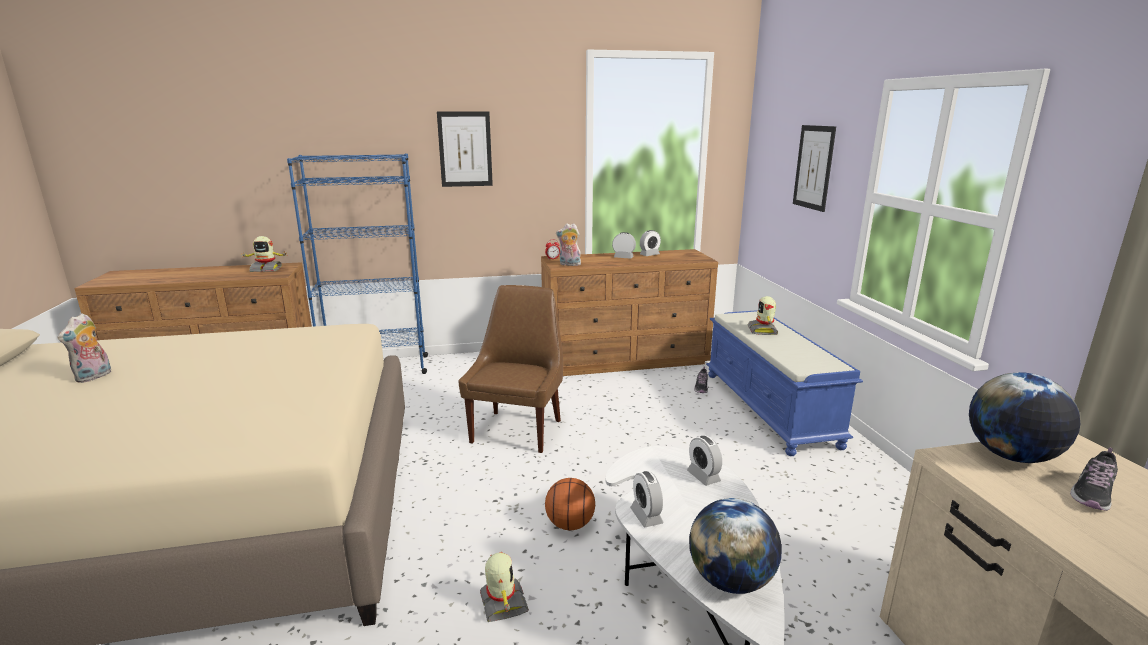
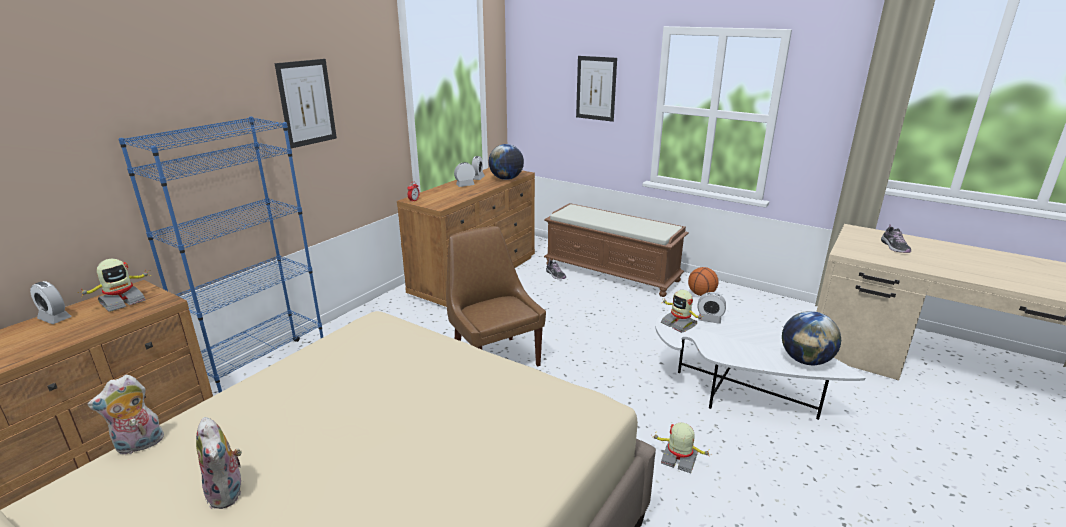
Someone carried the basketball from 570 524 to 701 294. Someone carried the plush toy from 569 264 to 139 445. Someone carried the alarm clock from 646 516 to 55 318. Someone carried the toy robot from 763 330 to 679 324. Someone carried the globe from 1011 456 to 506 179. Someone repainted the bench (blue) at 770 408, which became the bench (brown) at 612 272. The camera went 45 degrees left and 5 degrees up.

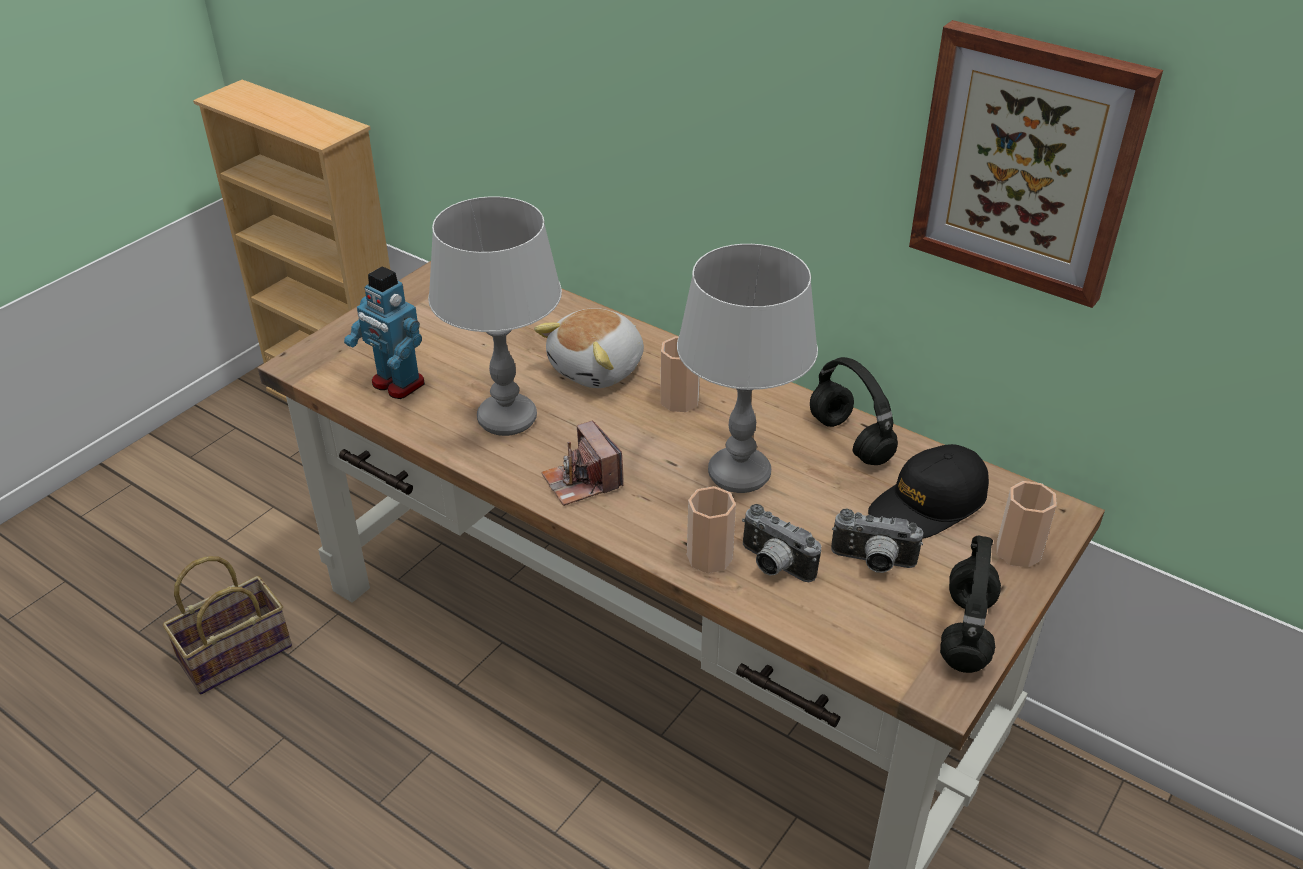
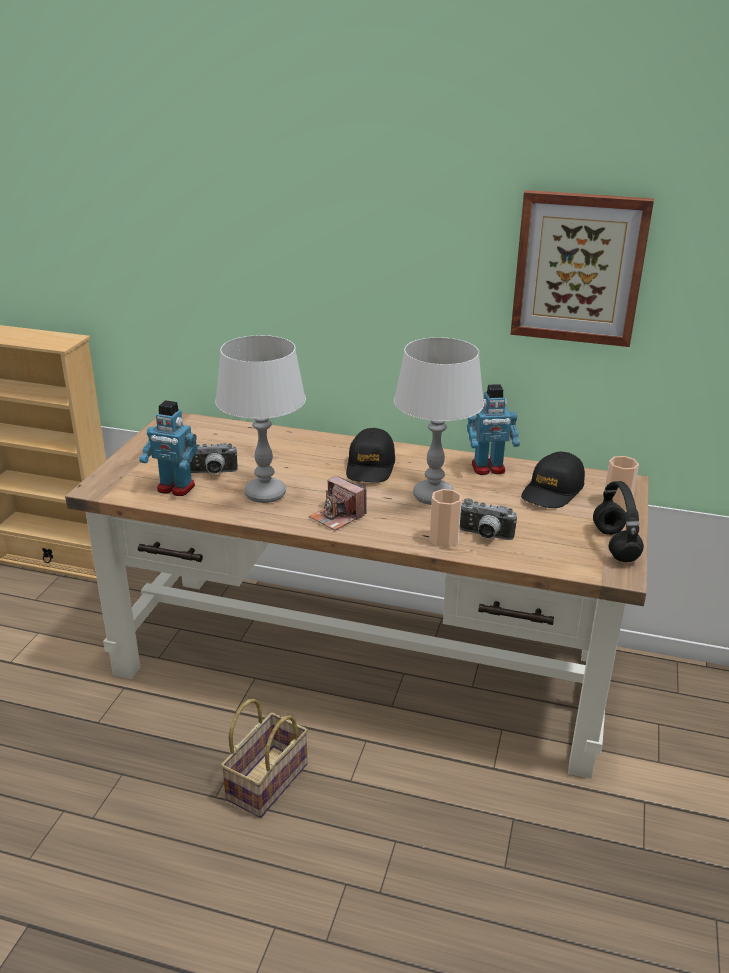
Someone took away the plush toy at 598 369. Someone carried the basket from 237 652 to 267 779. Someone carried the photo camera from 872 563 to 212 473. Someone swapped the cup at 679 400 for the cap (black) at 370 466. Someone swapped the headphones (black) at 852 441 for the toy robot at 488 468. The camera went 20 degrees left and 10 degrees down.

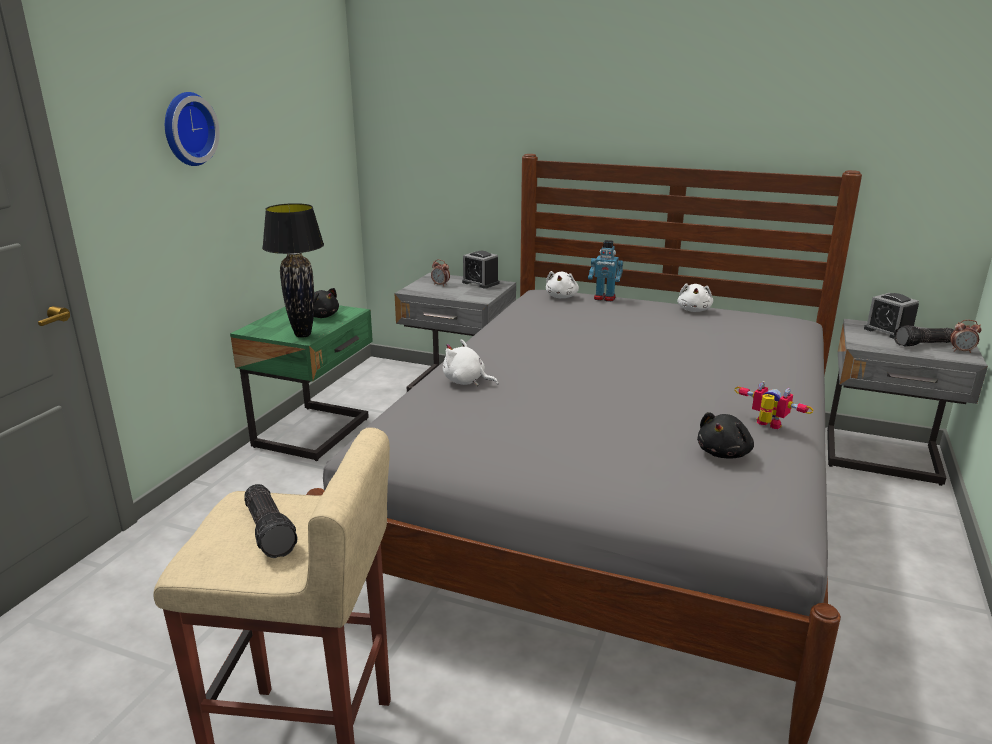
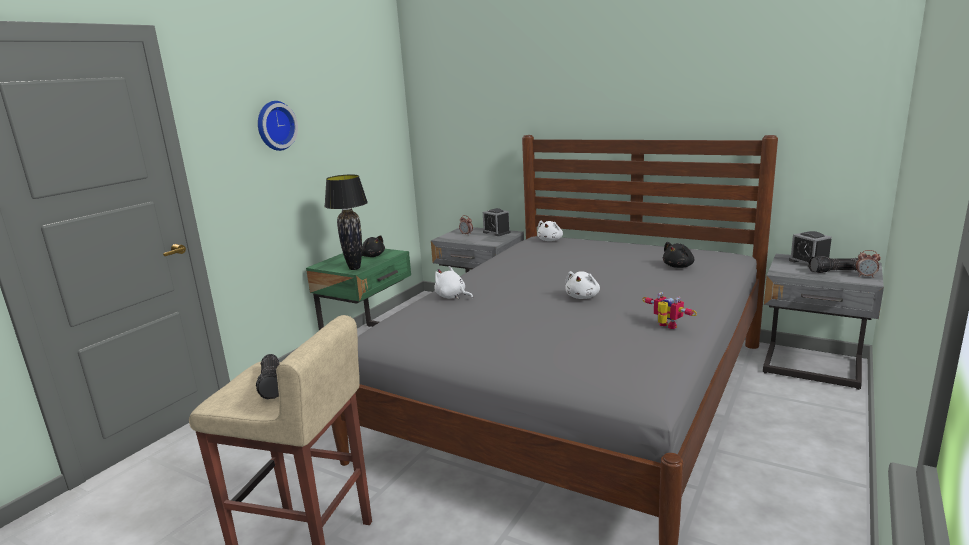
Someone took away the toy robot at 604 298. Someone carried the plush toy (white) from 694 310 to 583 297. Someone carried the plush toy (black) from 724 453 to 679 266. The camera went 10 degrees right and 5 degrees down.

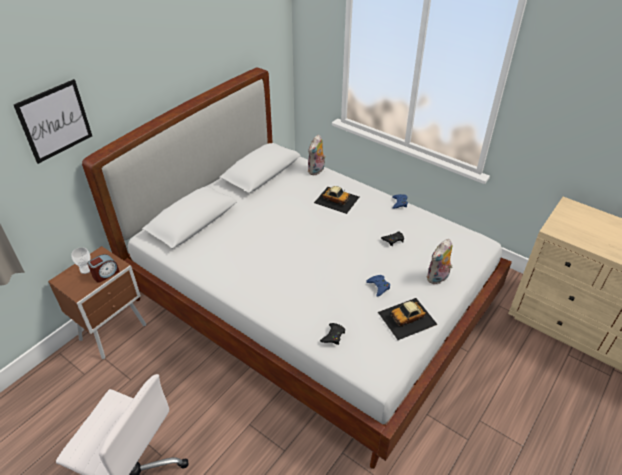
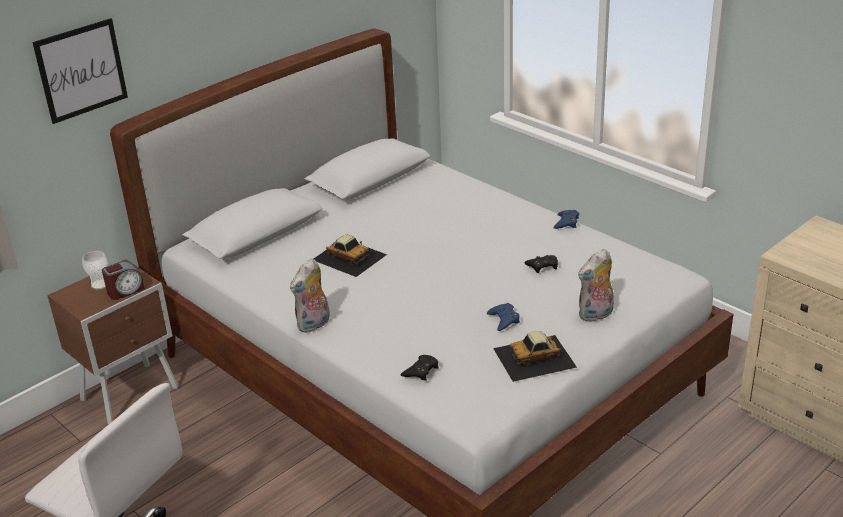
Someone carried the plush toy from 316 171 to 314 325. Someone carried the toy car from 336 199 to 349 256. The camera went 10 degrees right and 10 degrees down.

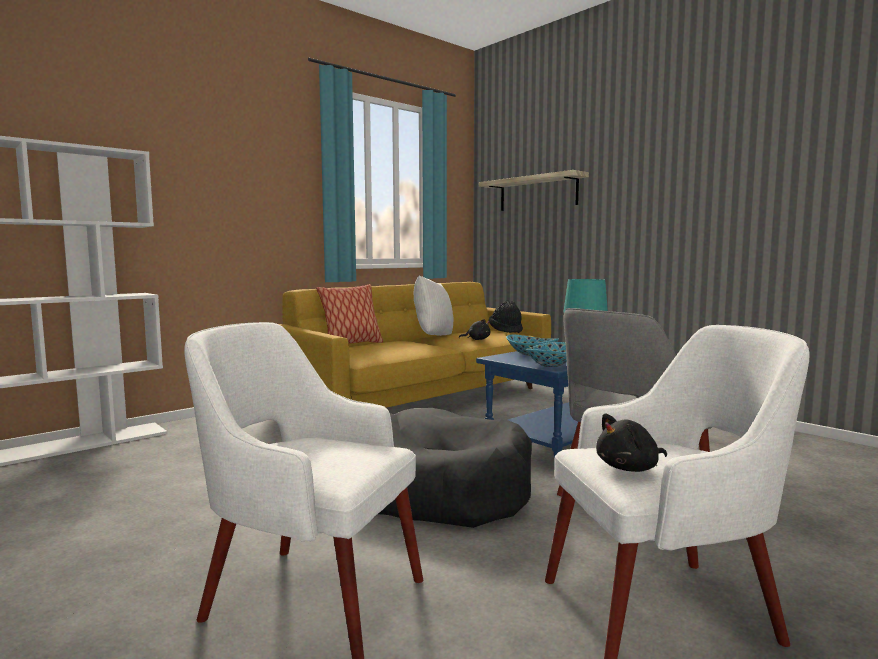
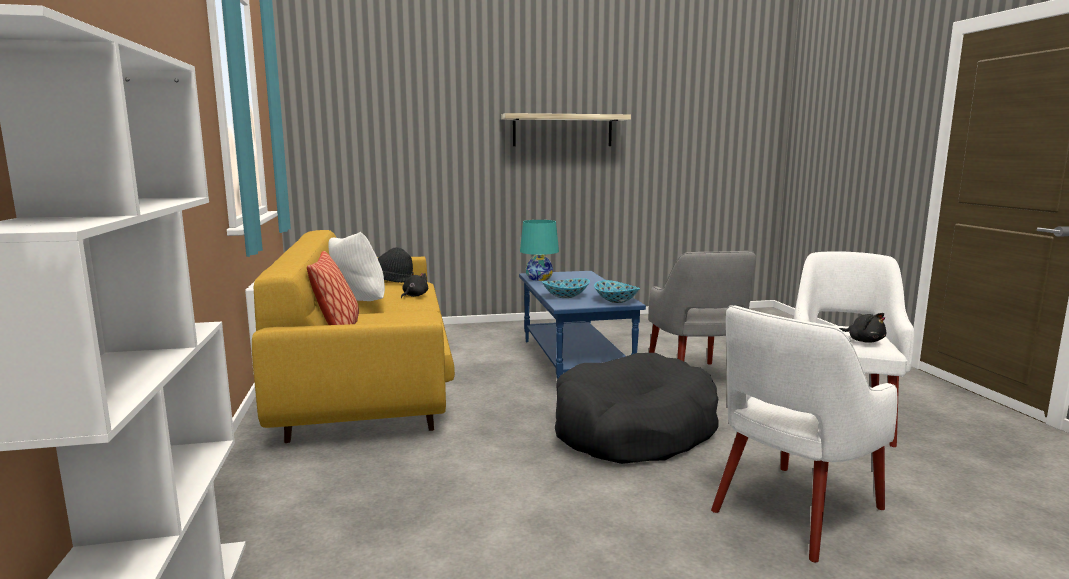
Someone carried the shelf from 537 193 to 562 130. Someone rotated the plush toy (black) at 630 468 by 45 degrees counterclockwise. The camera went 60 degrees left and 5 degrees up.

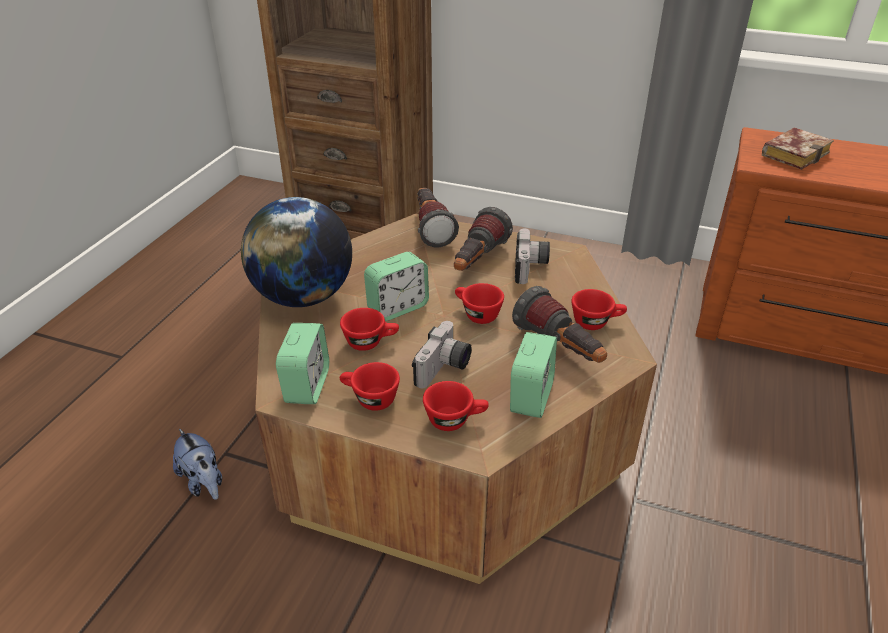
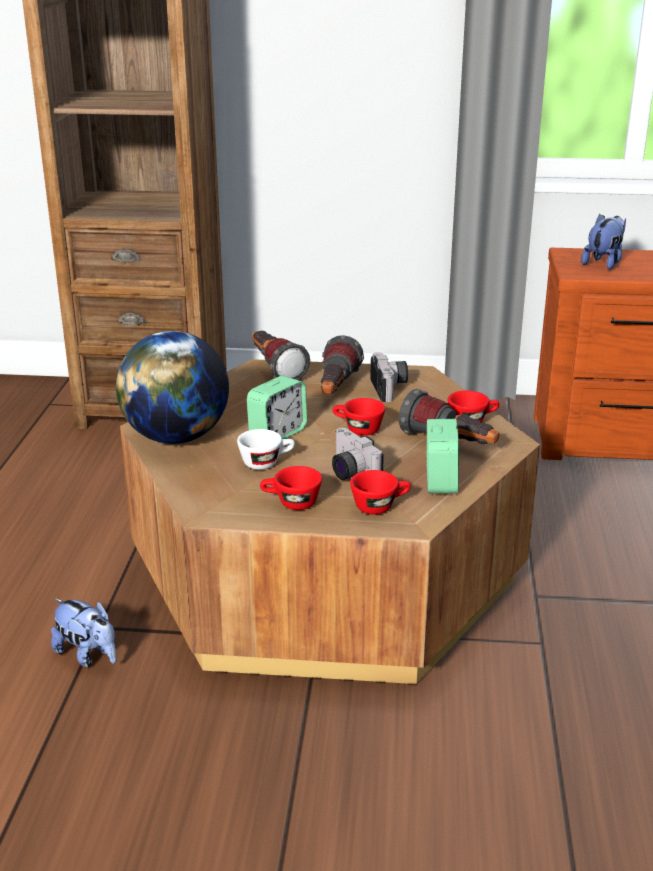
Someone took away the alarm clock at 307 386. Someone swapped the book at 794 153 for the plush toy at 603 263. Someone repainted the cup (red) at 370 342, which became the cup (white) at 266 462. Someone rotated the photo camera at 444 369 by 135 degrees clockwise. The camera went 15 degrees left and 10 degrees down.

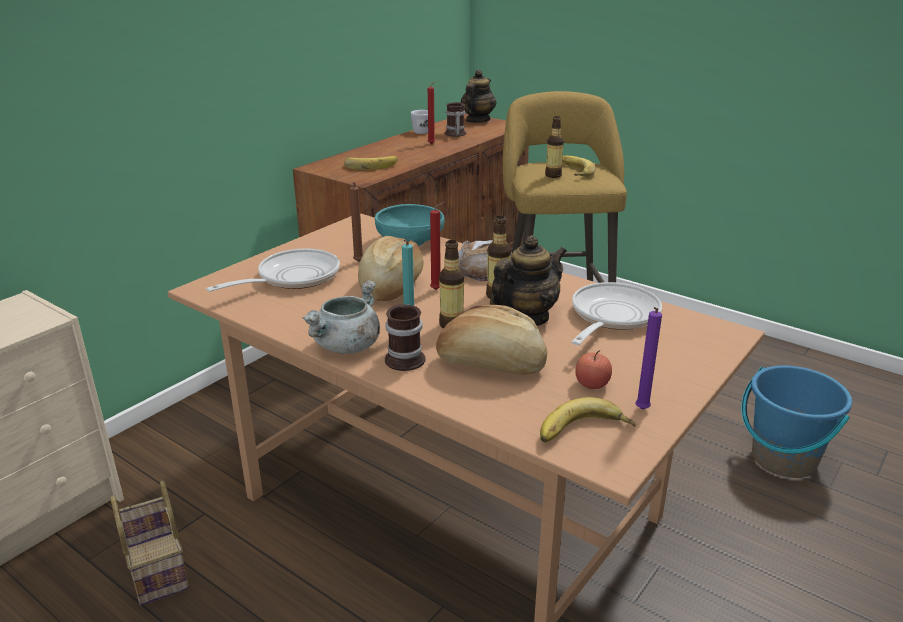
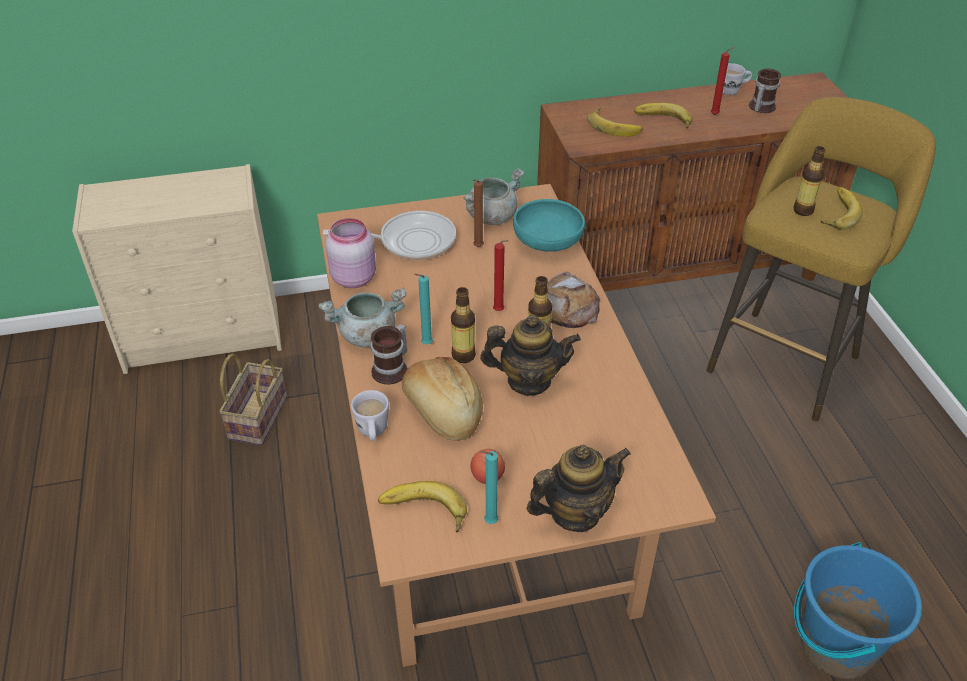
Someone took away the bread at 390 286. Someone took away the frying pan at 611 317. Someone put down the jar (pink) at 354 277. Someone put down the mug (white) at 373 433. Someone put down the cooking pot (grey) at 491 216. Someone put down the banana at 662 121. Someone carried the teapot from 477 120 to 575 512. Someone repainted the candle (purple) at 641 410, which became the candle (turquoise) at 489 522. The camera went 40 degrees right and 15 degrees up.

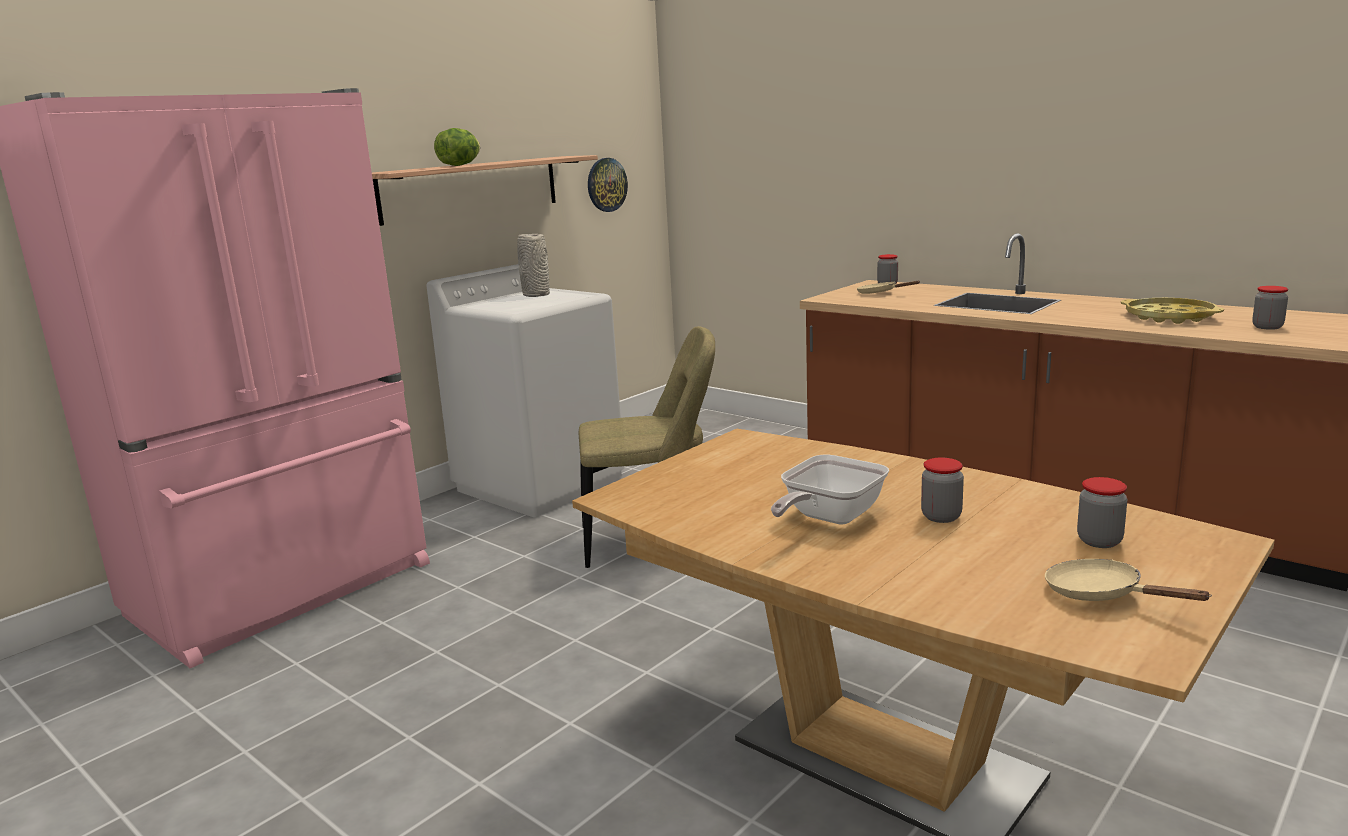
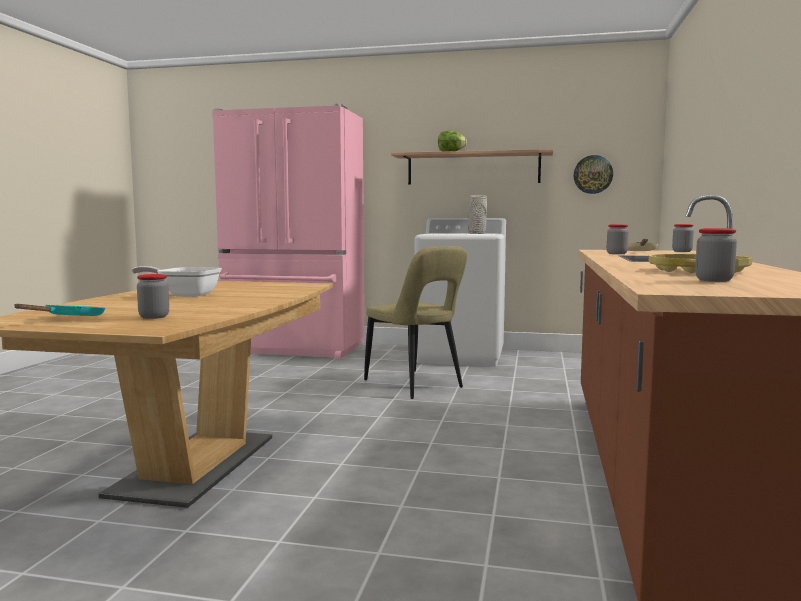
Someone carried the jar from 941 517 to 616 253. Someone repainted the frying pan (beige) at 1102 595, which became the frying pan (turquoise) at 71 318. The camera went 60 degrees right and 10 degrees down.

